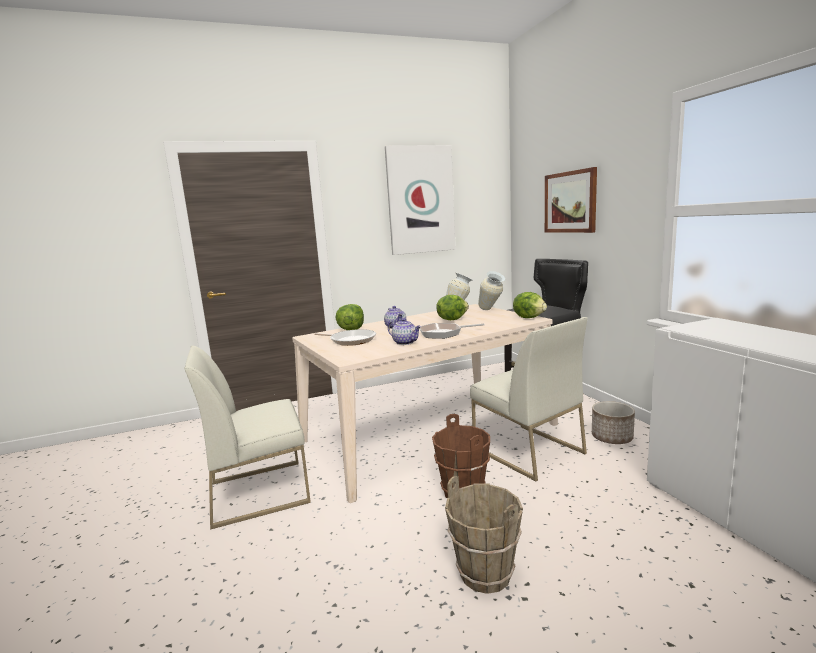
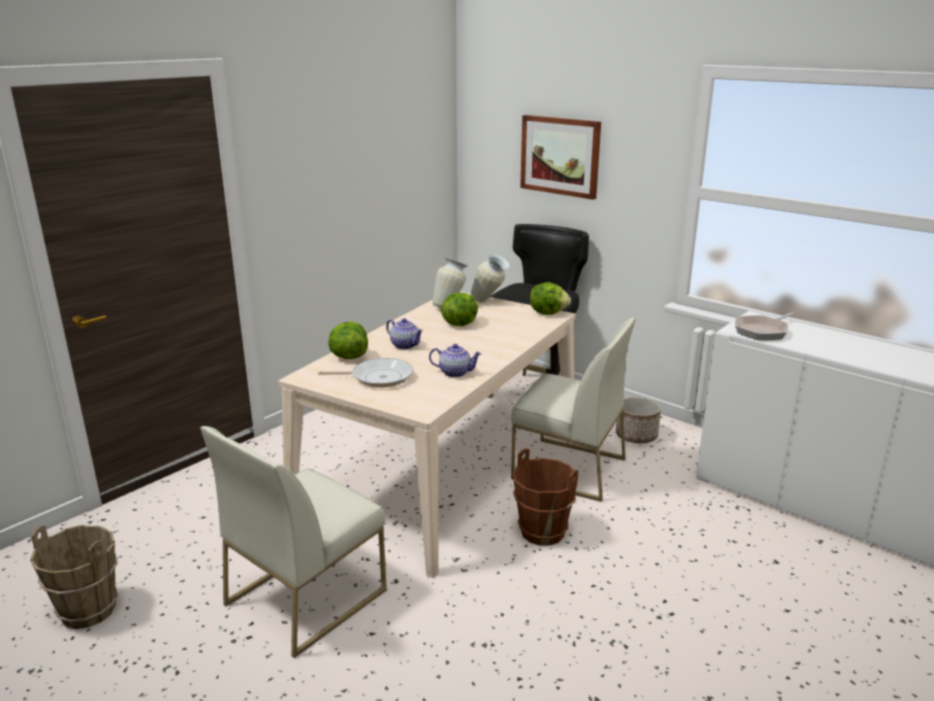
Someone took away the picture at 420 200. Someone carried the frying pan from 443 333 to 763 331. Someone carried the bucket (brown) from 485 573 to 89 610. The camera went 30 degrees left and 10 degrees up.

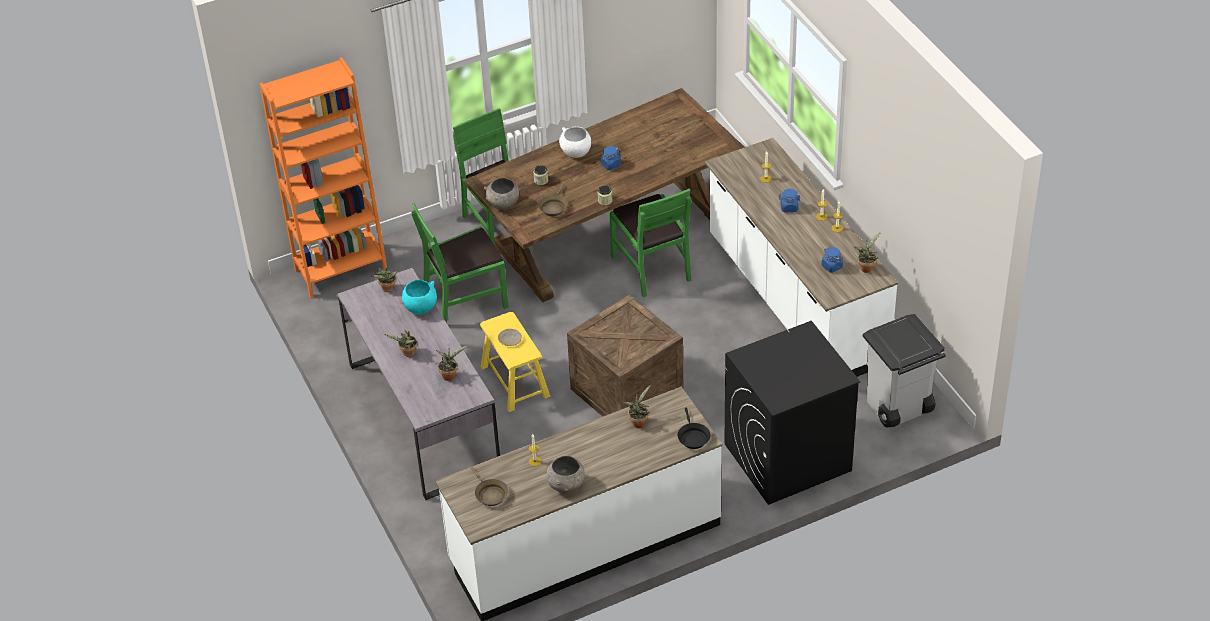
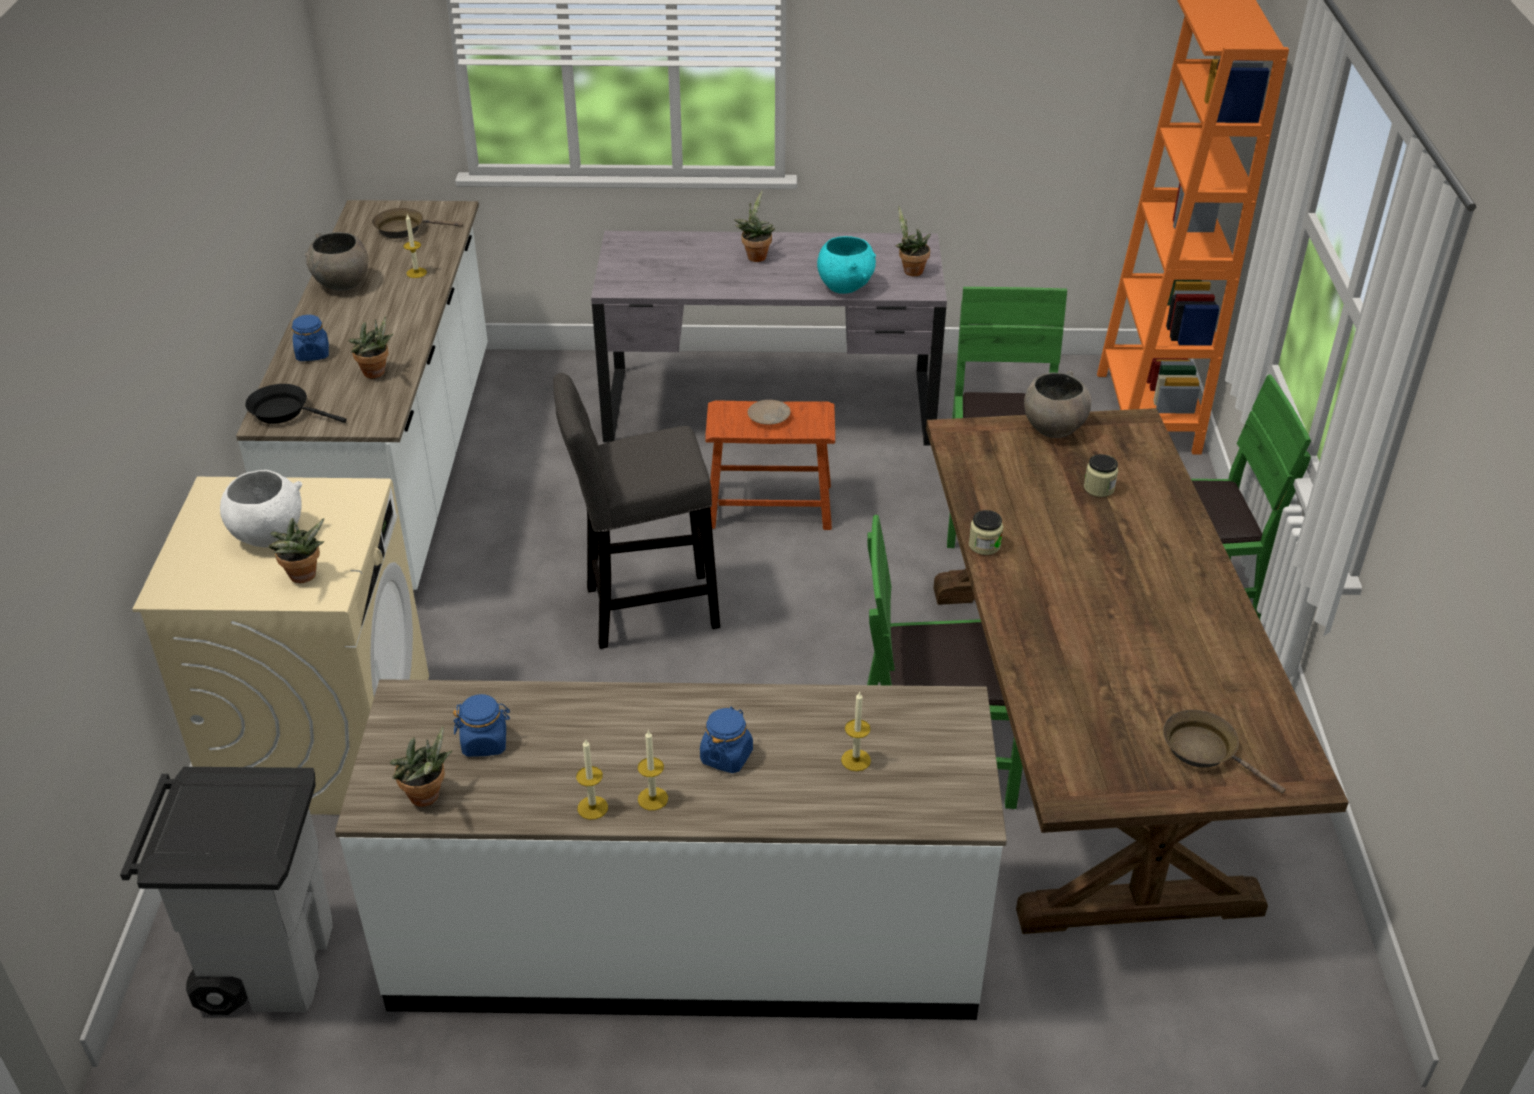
Someone carried the potted plant from 450 375 to 303 577. Someone carried the frying pan (brown) from 554 207 to 1205 750. Someone carried the bowl (white) from 576 153 to 268 534. Someone carried the jar (blue) from 610 165 to 313 353. Someone swapped the crate at 626 392 for the stool (grey) at 643 610. Someone repainted the stool (yellow) at 515 381, which became the stool (brown) at 770 505. Someone repainted the washing machine (black) at 787 458, which became the washing machine (beige) at 323 741. The camera went 115 degrees right and 5 degrees down.

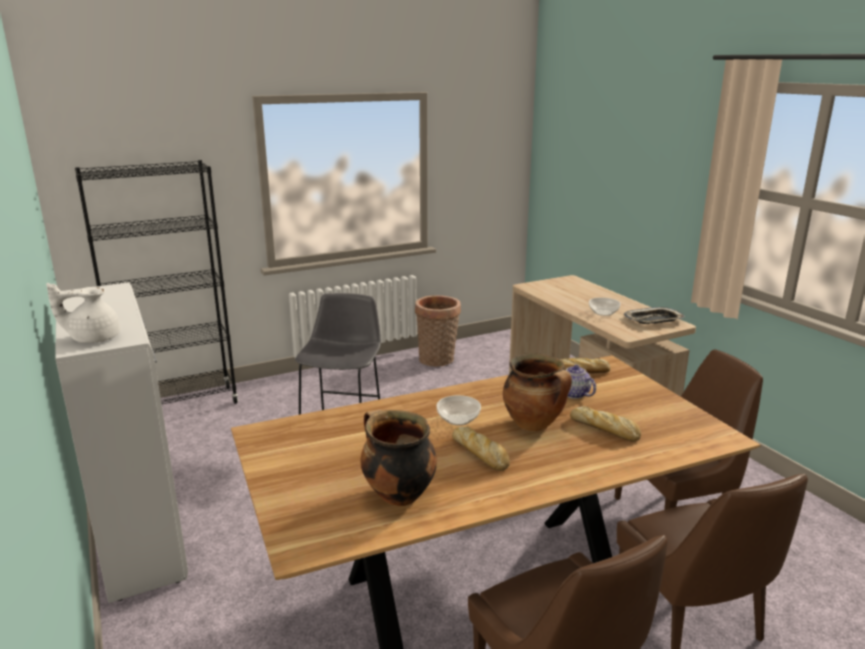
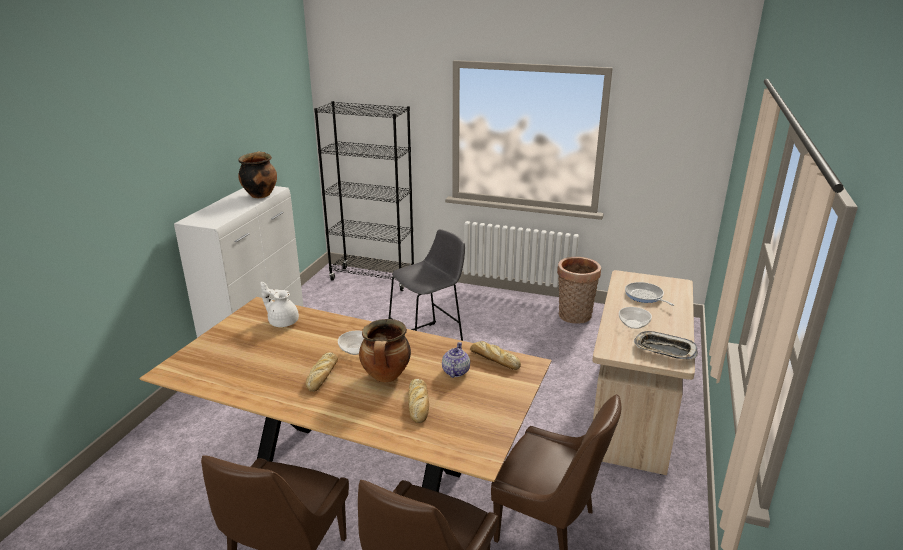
Someone put down the frying pan at 645 296. Someone carried the teapot (white) from 93 338 to 282 321. Someone carried the cooking pot from 397 494 to 260 195. The camera went 45 degrees right and 5 degrees up.

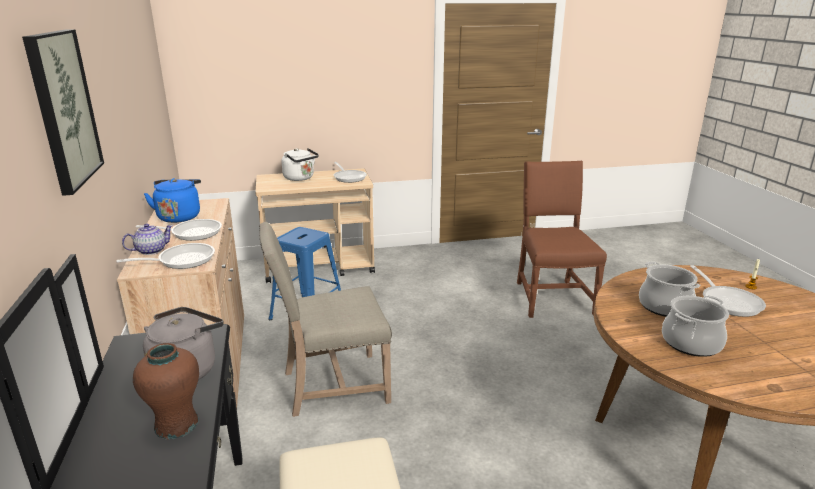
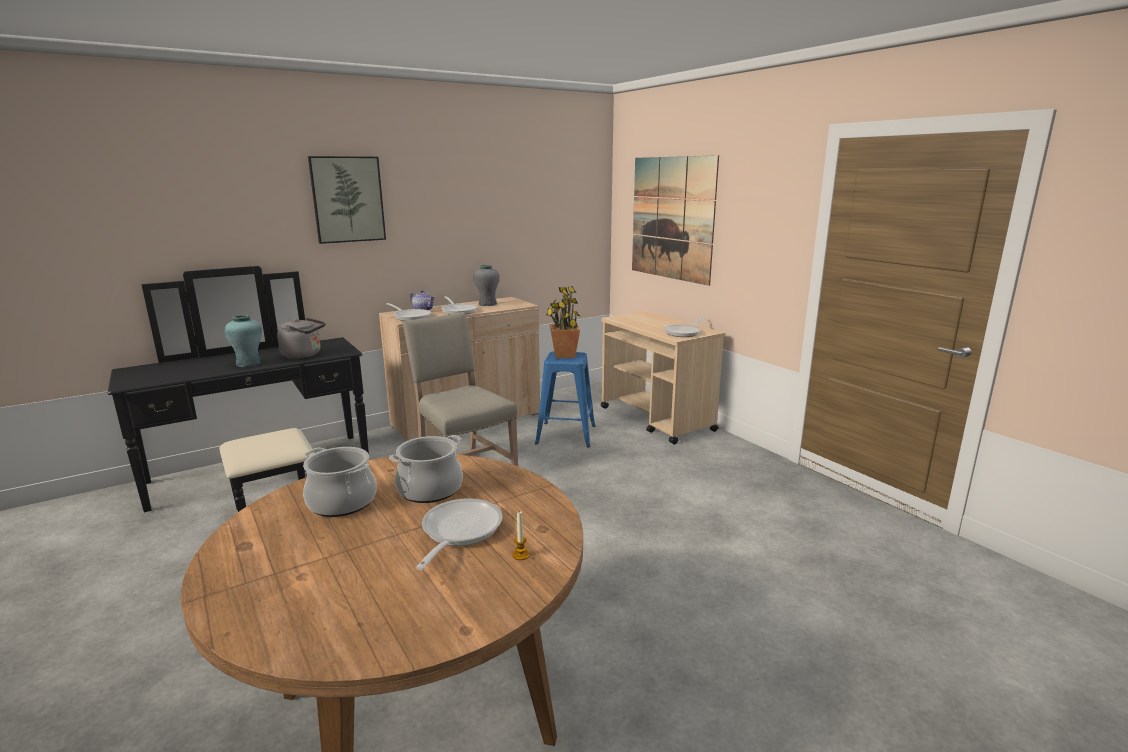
Someone took away the kettle (white) at 300 178. Someone took away the chair (brown) at 551 296. Someone put down the potted plant at 564 355. Someone put up the picture at 672 218. Someone swapped the kettle (blue) at 179 216 for the vase (grey) at 487 304. Someone repainted the vase (brown) at 176 425, which became the vase (turquoise) at 248 363. Someone rotated the frying pan at 728 302 by 135 degrees clockwise. The camera went 70 degrees right and 5 degrees down.

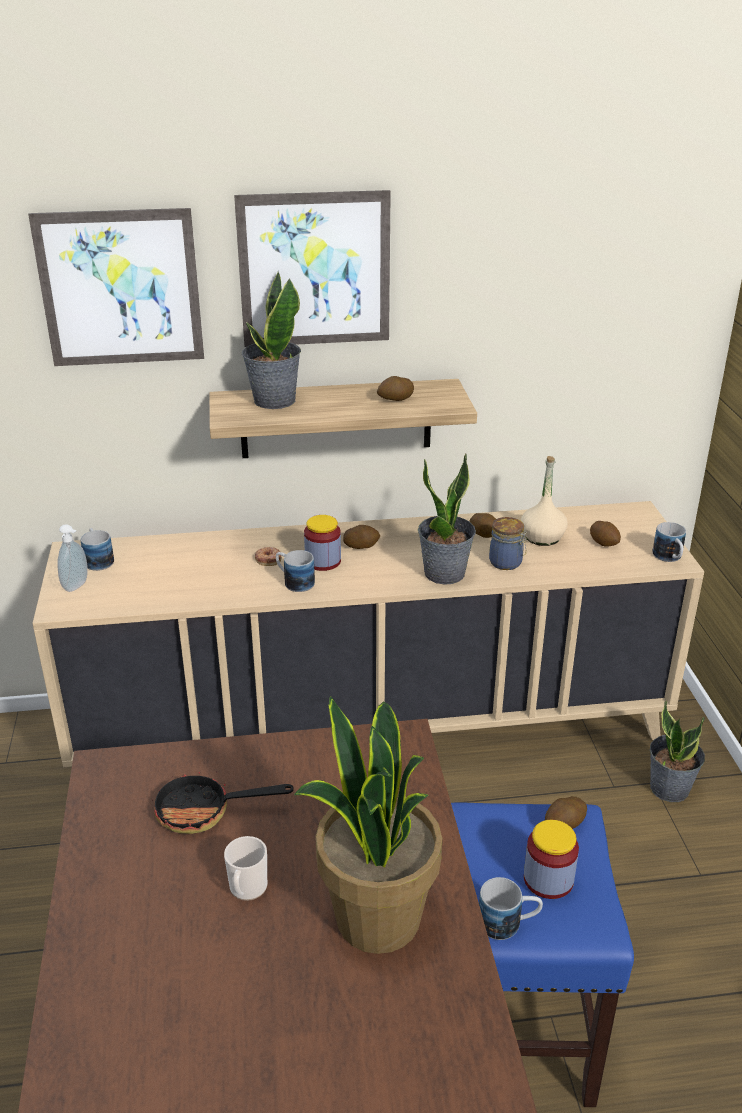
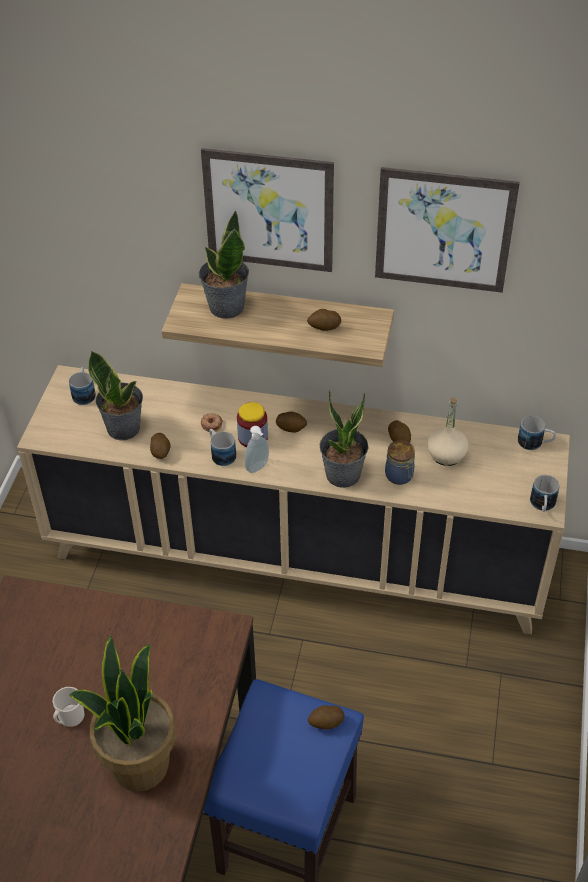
Someone took away the frying pan at 204 812. Someone took away the jar at 548 879. Someone carried the picture from 120 288 to 444 230. Someone carried the soap dispenser from 77 586 to 258 468. Someone carried the mug from 508 923 to 535 443. Someone carried the potato from 604 543 to 161 452. Someone carried the potted plant from 669 788 to 124 428. The camera went 20 degrees right and 15 degrees up.

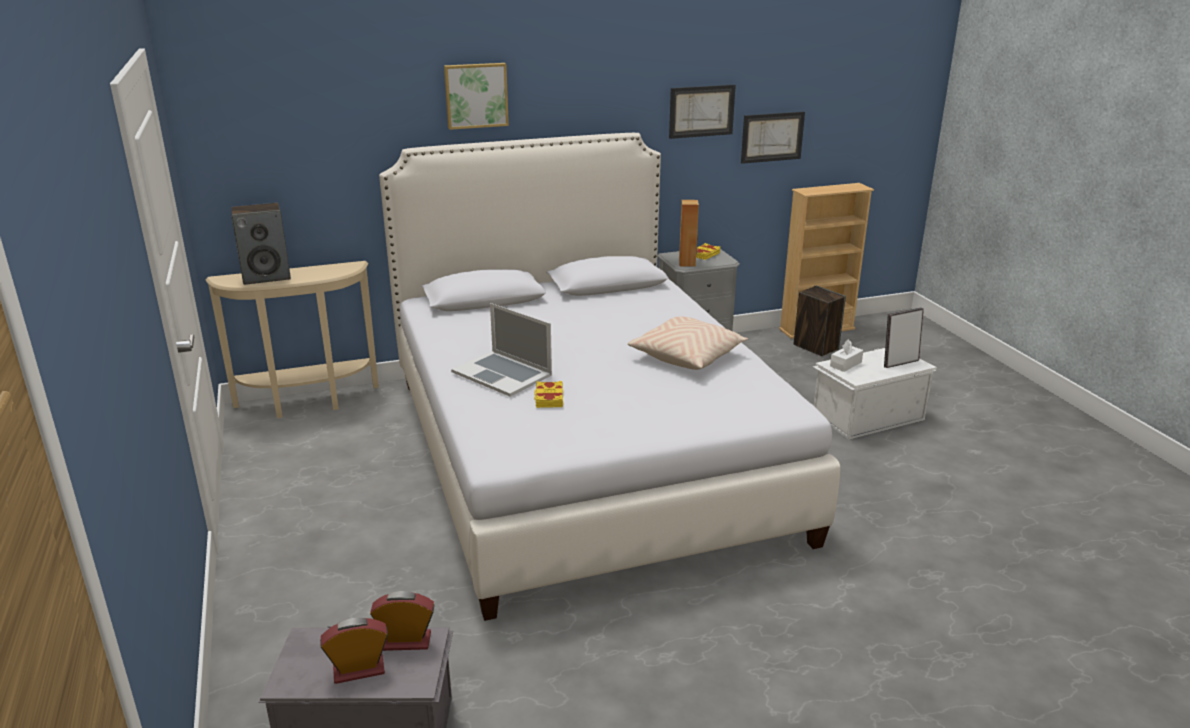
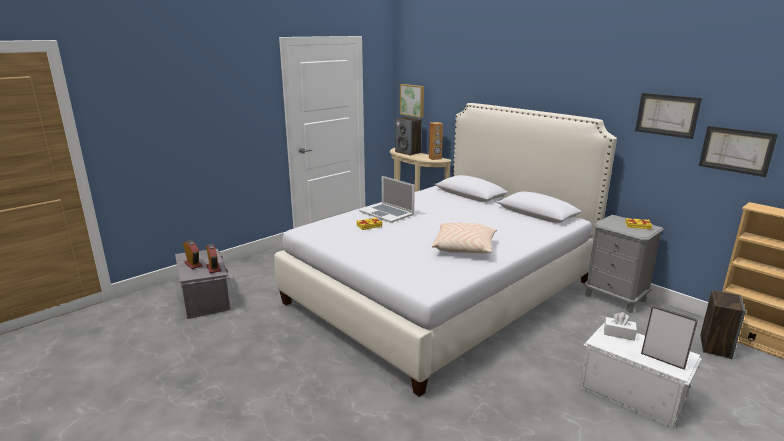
Someone carried the picture from 476 95 to 412 100. Someone carried the speaker (brown) from 687 263 to 435 158. Someone rotated the laptop at 502 373 by 60 degrees counterclockwise. The camera went 65 degrees right and 5 degrees down.

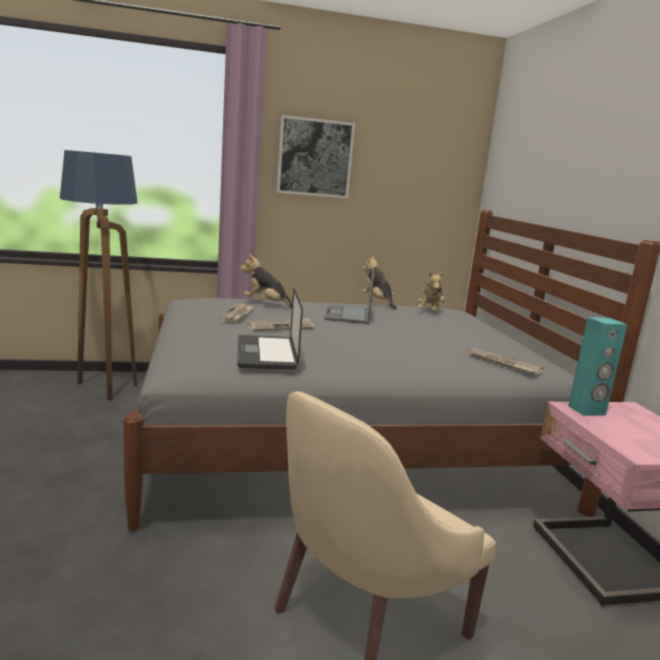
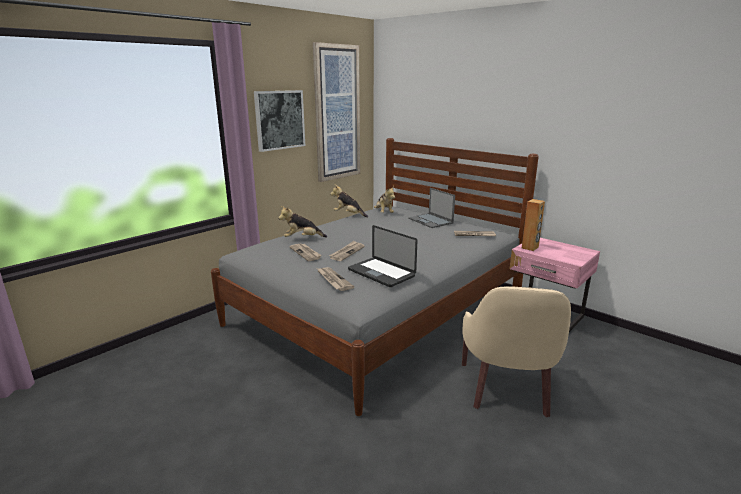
Someone took away the floor lamp at 103 388. Someone put up the picture at 337 113. Someone put down the newspaper at 333 280. Someone carried the laptop from 348 315 to 431 221. Someone repainted the speaker (turquoise) at 587 410, which became the speaker (brown) at 530 248. The camera went 35 degrees left and 5 degrees up.

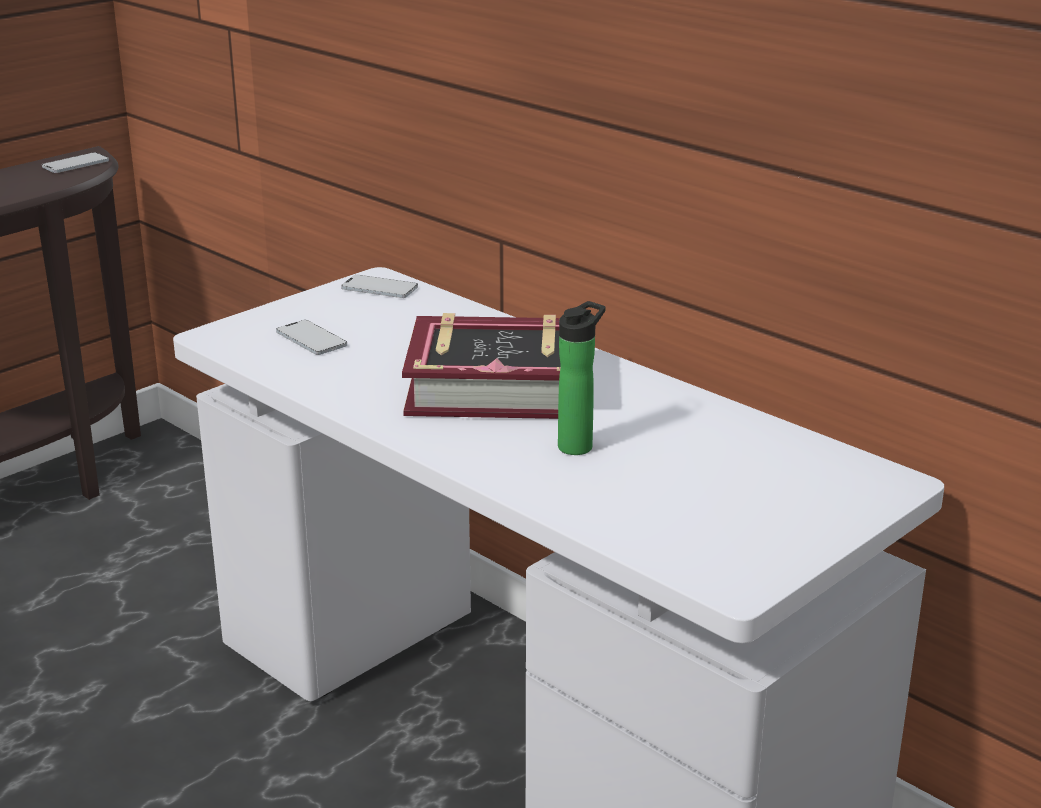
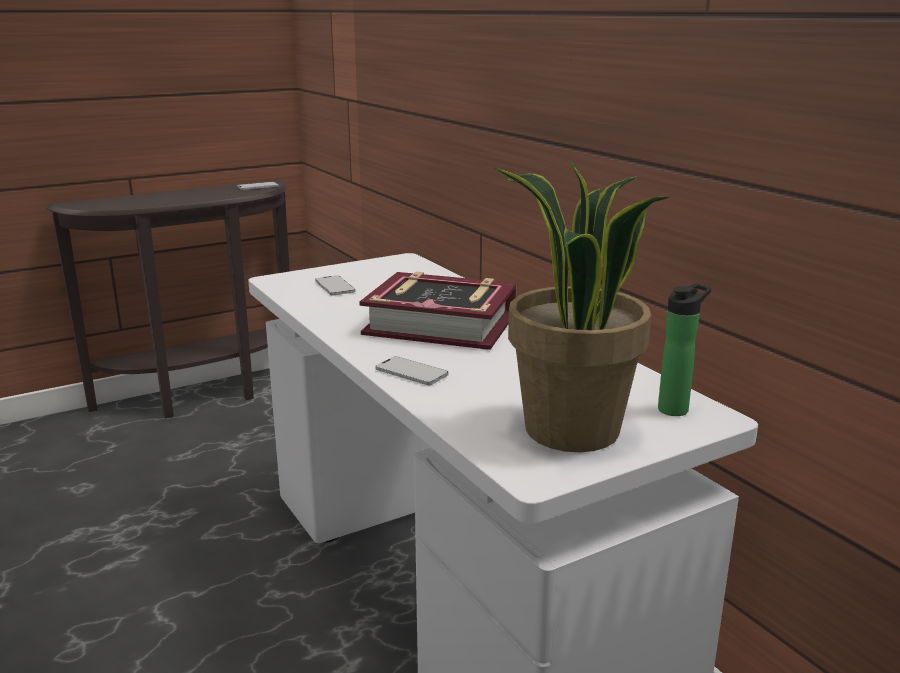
Someone put down the potted plant at 570 431. Someone carried the phone from 379 288 to 411 372. Someone carried the bottle from 578 445 to 676 408. The camera went 15 degrees right and 5 degrees down.

